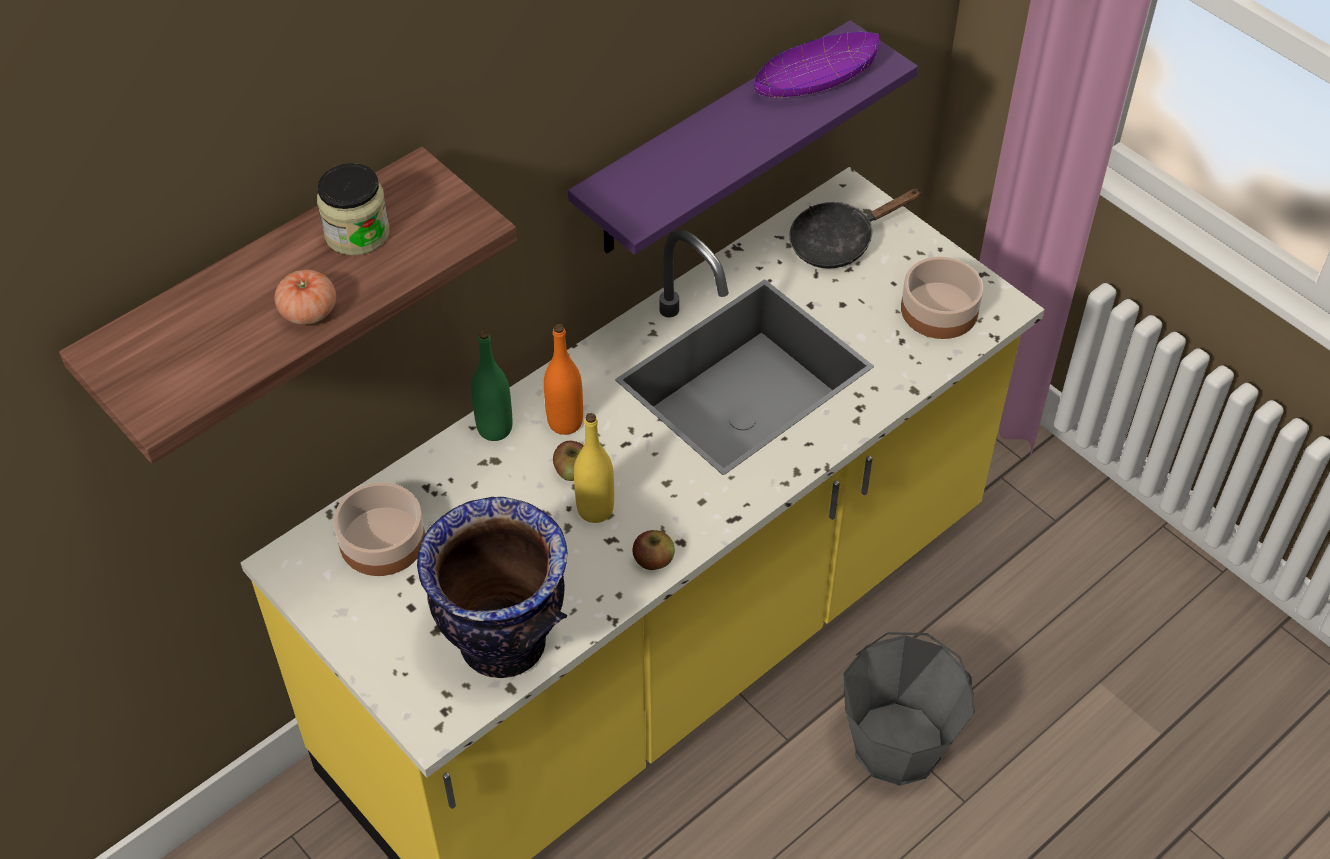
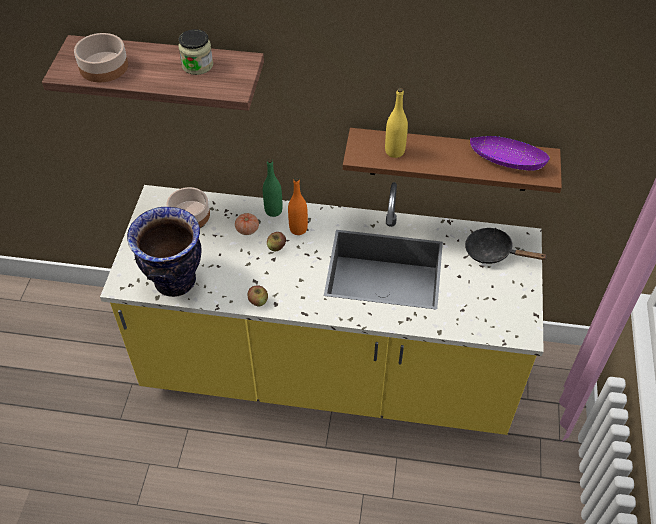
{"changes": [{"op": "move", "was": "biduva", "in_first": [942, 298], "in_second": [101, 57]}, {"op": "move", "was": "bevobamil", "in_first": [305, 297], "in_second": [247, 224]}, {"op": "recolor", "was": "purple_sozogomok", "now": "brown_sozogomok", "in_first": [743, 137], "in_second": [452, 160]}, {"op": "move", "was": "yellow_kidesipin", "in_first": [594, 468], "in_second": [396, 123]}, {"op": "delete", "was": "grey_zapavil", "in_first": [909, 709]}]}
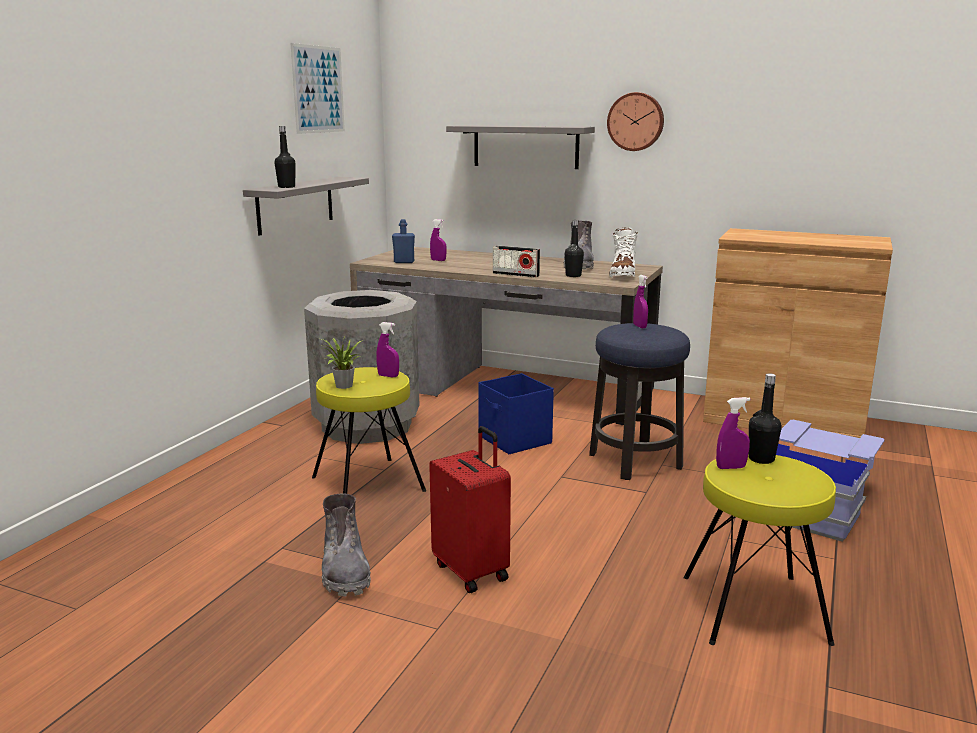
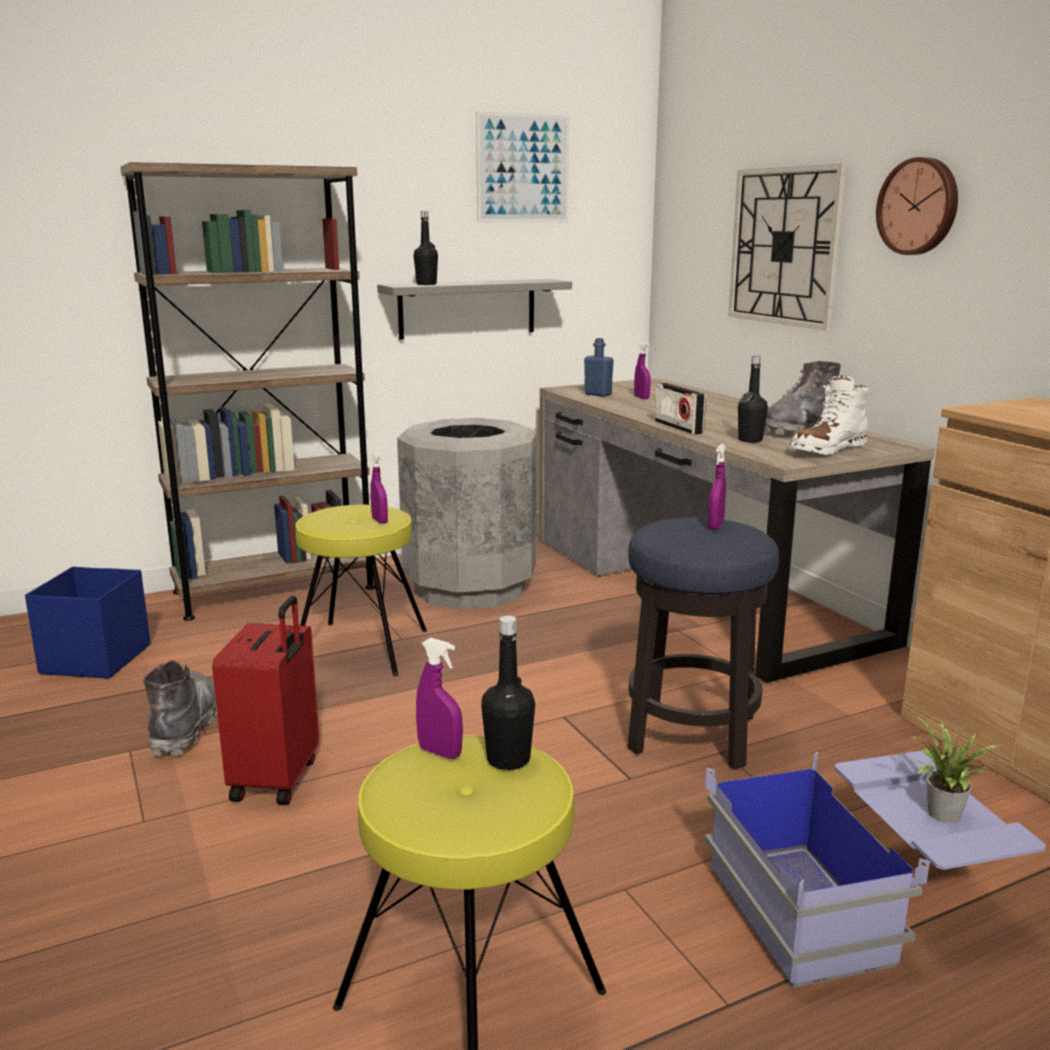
{"changes": [{"op": "move", "was": "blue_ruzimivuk", "in_first": [516, 413], "in_second": [87, 623]}, {"op": "insert", "now": "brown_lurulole", "in_second": [247, 391]}, {"op": "rotate", "was": "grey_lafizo", "in_first": [346, 545], "in_second": [180, 708], "clockwise": 150}, {"op": "replace", "was": "grey_sozogomok", "now": "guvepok", "in_first": [520, 147], "in_second": [787, 247]}, {"op": "move", "was": "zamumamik", "in_first": [342, 363], "in_second": [955, 769]}]}
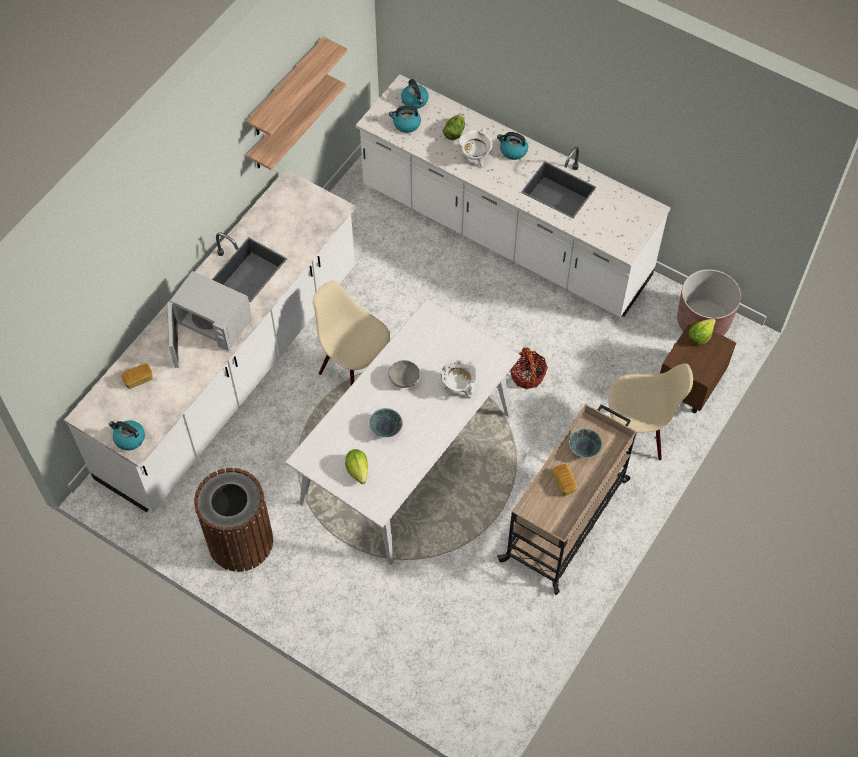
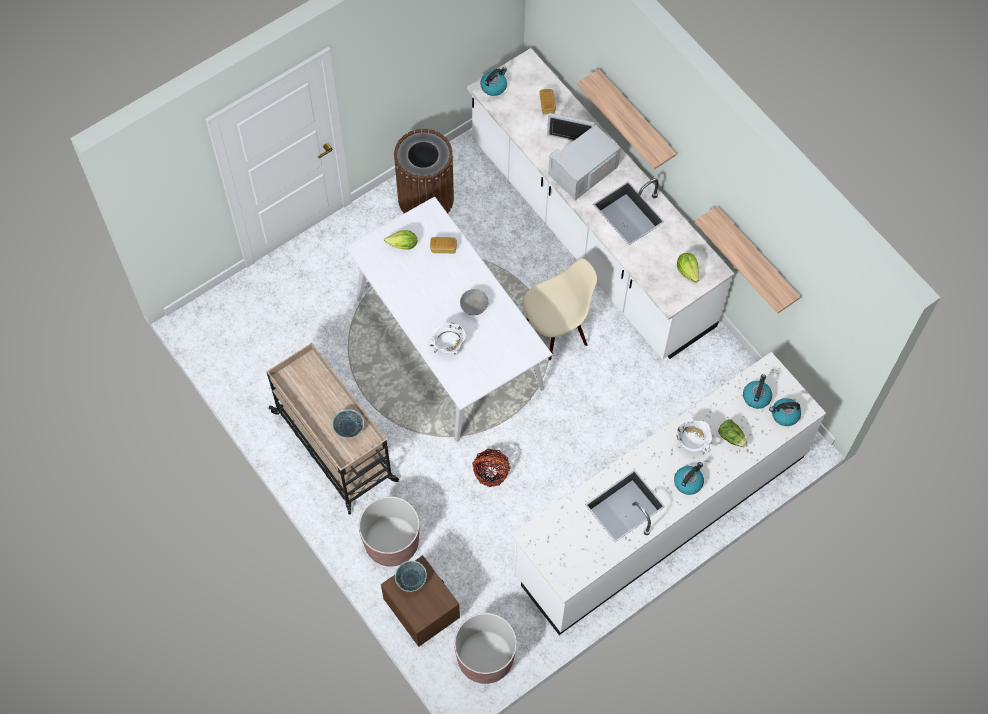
{"changes": [{"op": "replace", "was": "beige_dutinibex", "now": "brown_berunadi", "in_first": [651, 412], "in_second": [389, 531]}, {"op": "move", "was": "biduva", "in_first": [385, 423], "in_second": [411, 576]}, {"op": "move", "was": "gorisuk", "in_first": [565, 480], "in_second": [443, 245]}, {"op": "move", "was": "sozogomok", "in_first": [296, 86], "in_second": [627, 119]}, {"op": "move", "was": "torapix", "in_first": [702, 331], "in_second": [688, 268]}]}
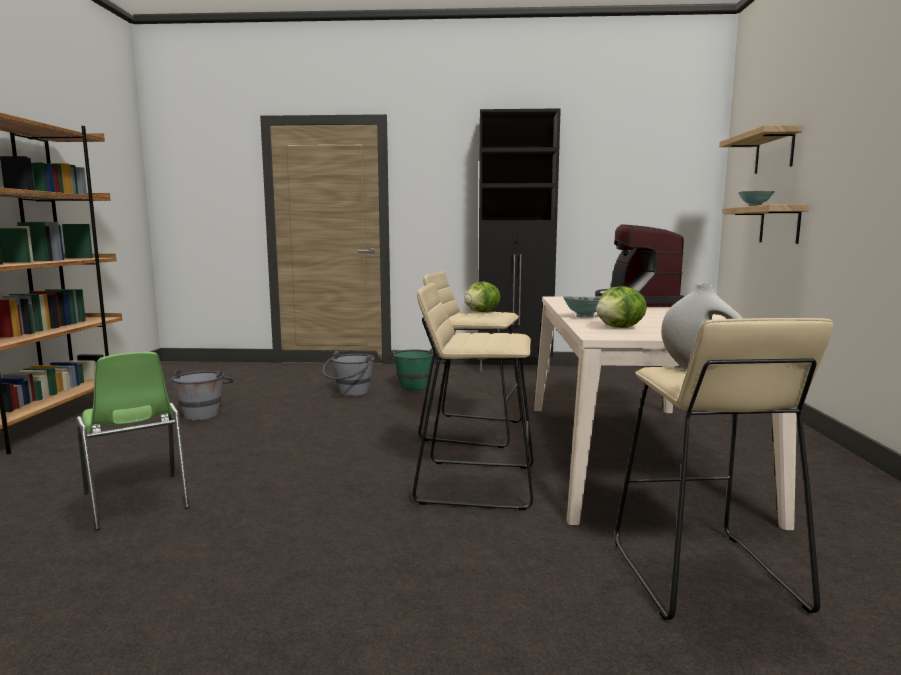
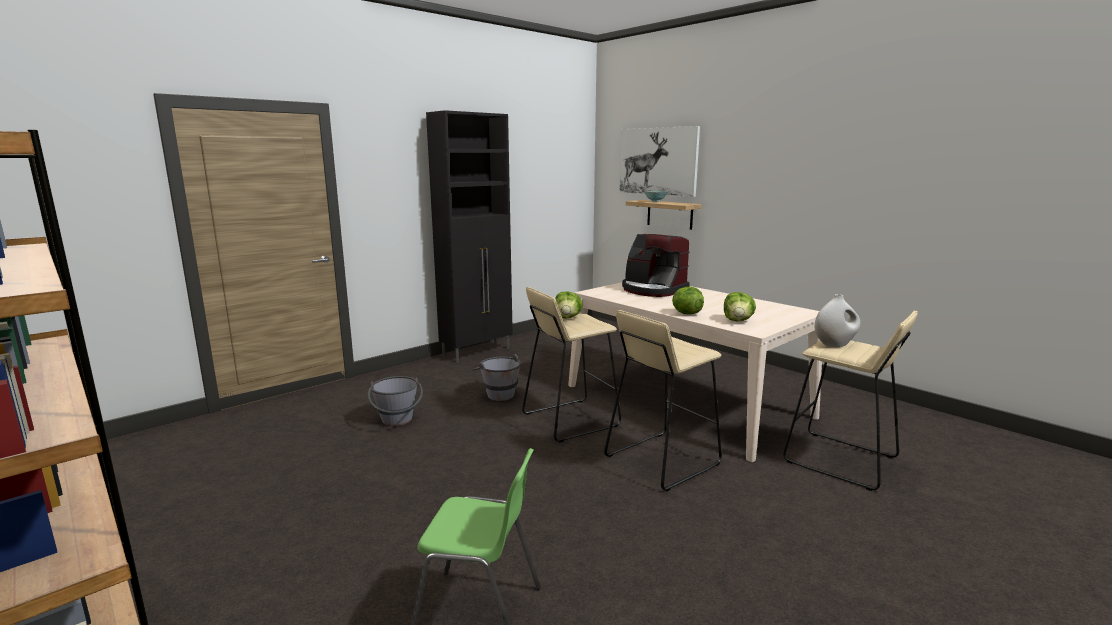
{"changes": [{"op": "move", "was": "grey_zapavil", "in_first": [202, 395], "in_second": [496, 377]}, {"op": "replace", "was": "sozogomok", "now": "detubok", "in_first": [761, 149], "in_second": [659, 161]}, {"op": "replace", "was": "biduva", "now": "torapix", "in_first": [582, 307], "in_second": [688, 300]}, {"op": "delete", "was": "green_zapavil", "in_first": [411, 369]}]}
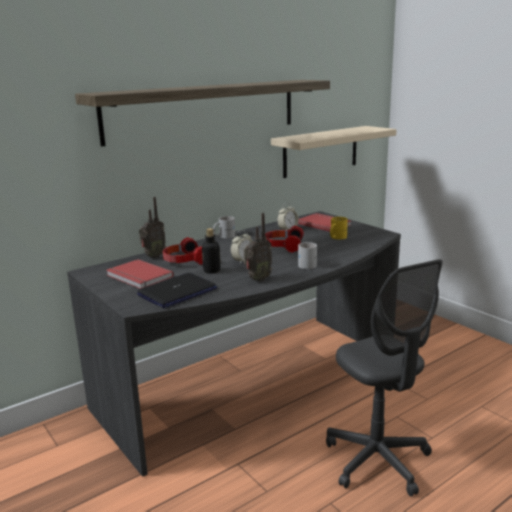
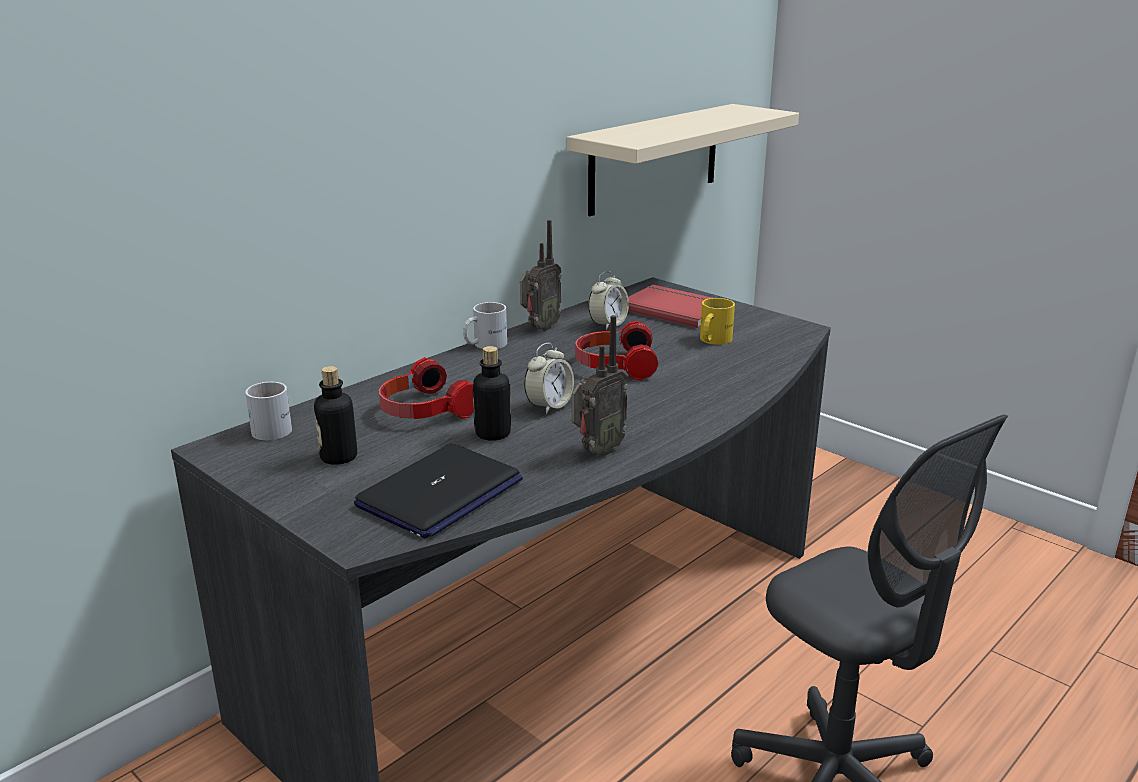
{"changes": [{"op": "move", "was": "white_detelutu", "in_first": [307, 255], "in_second": [268, 411]}, {"op": "replace", "was": "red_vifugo", "now": "kidesipin", "in_first": [140, 274], "in_second": [335, 415]}, {"op": "move", "was": "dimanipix", "in_first": [152, 227], "in_second": [541, 275]}, {"op": "delete", "was": "sozogomok", "in_first": [202, 113]}]}
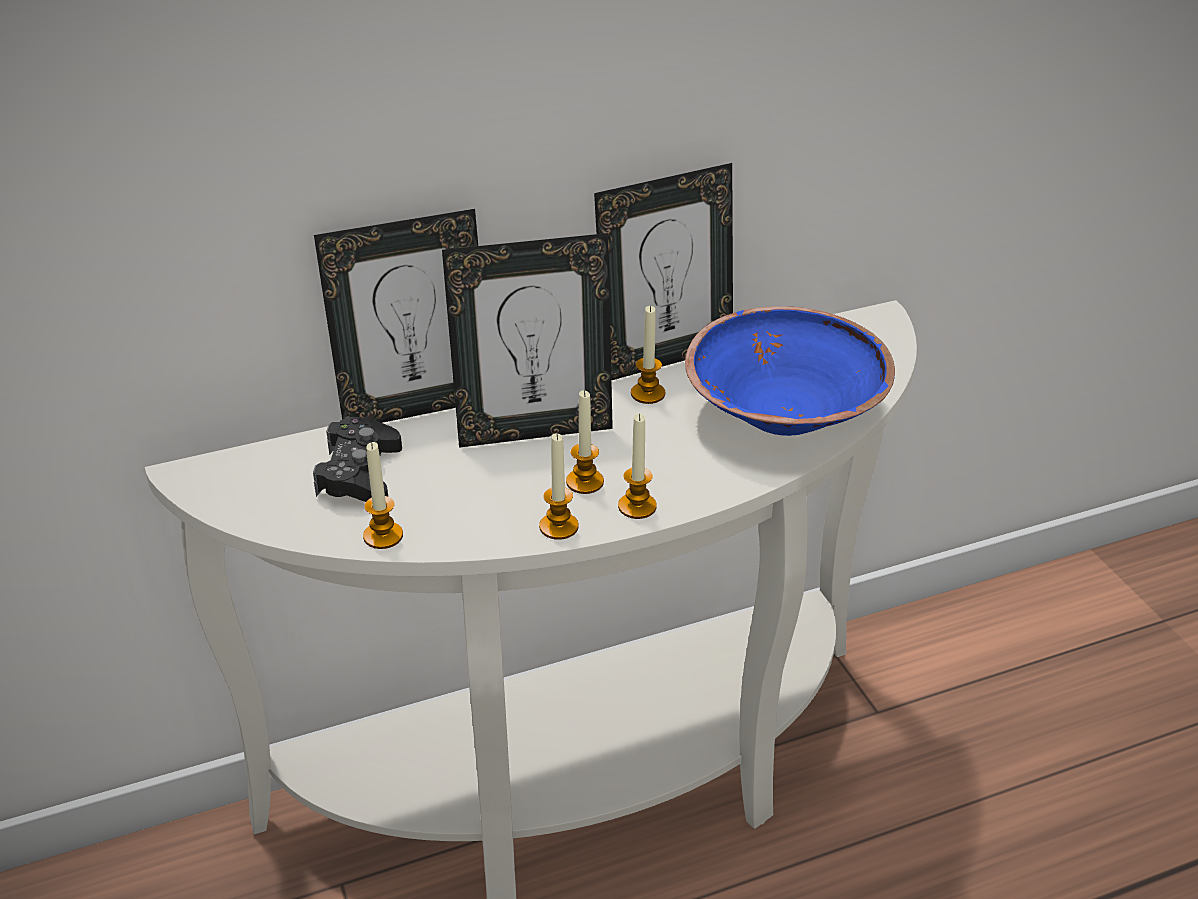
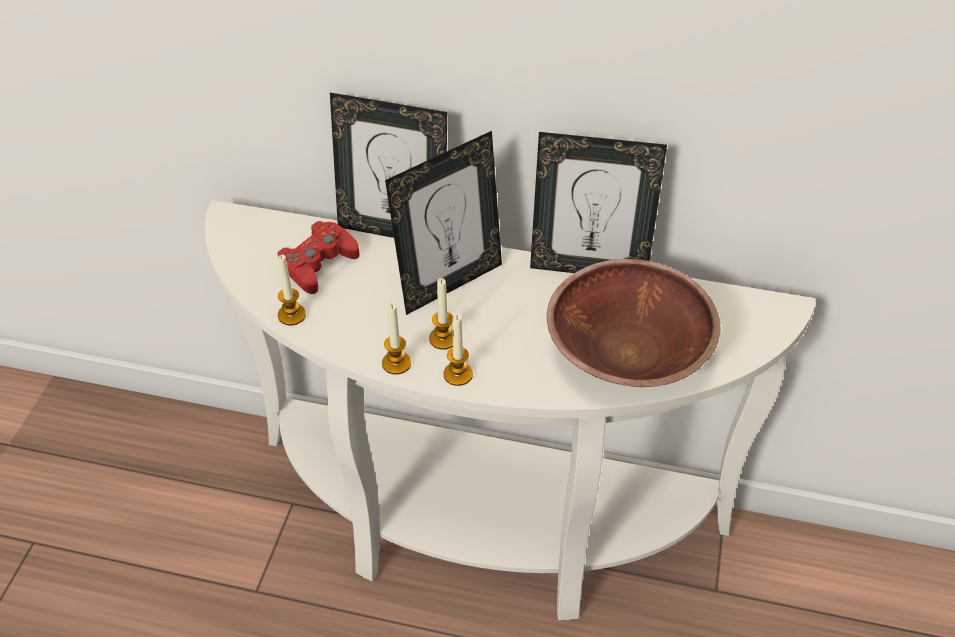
{"changes": [{"op": "recolor", "was": "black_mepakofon", "now": "red_mepakofon", "in_first": [357, 459], "in_second": [318, 257]}, {"op": "rotate", "was": "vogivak", "in_first": [527, 340], "in_second": [443, 223], "clockwise": -60}, {"op": "recolor", "was": "blue_biduva", "now": "brown_biduva", "in_first": [790, 371], "in_second": [633, 323]}, {"op": "delete", "was": "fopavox", "in_first": [648, 354]}]}
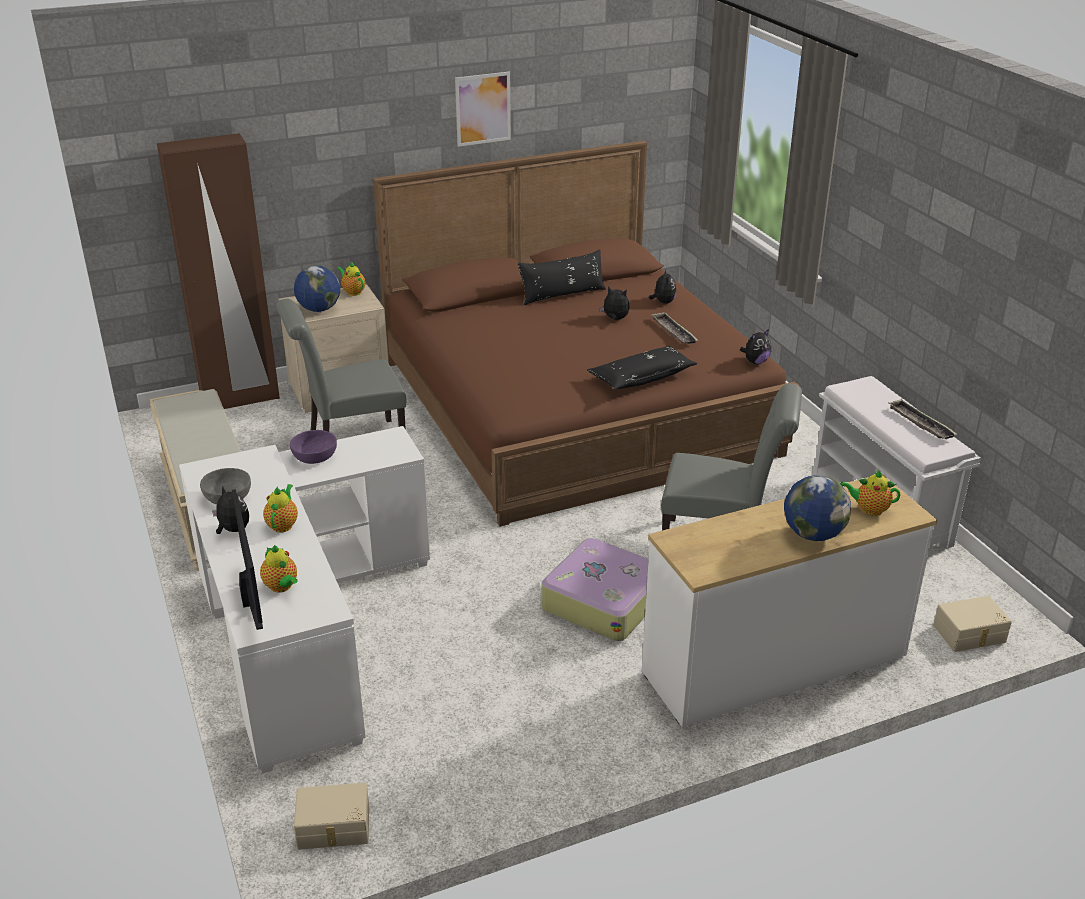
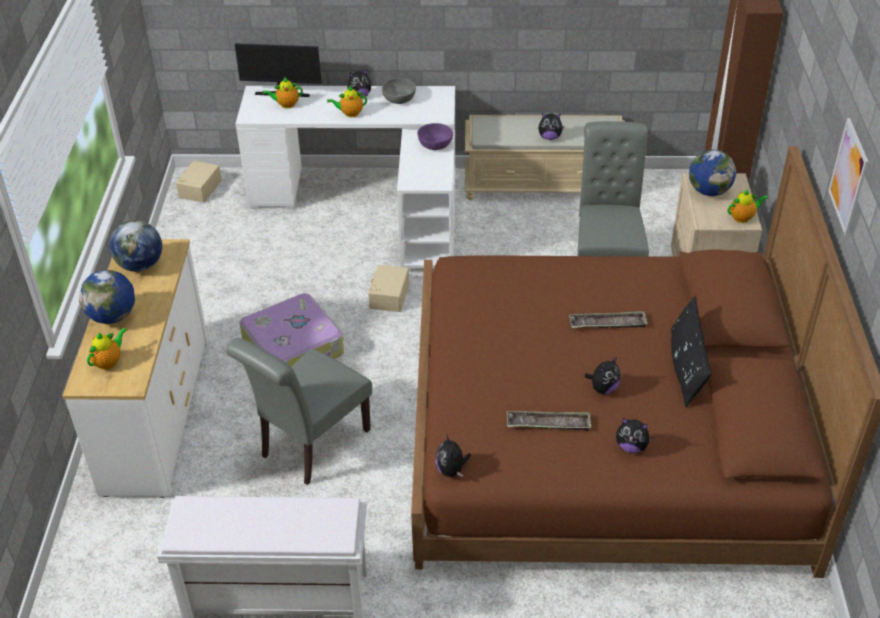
{"changes": [{"op": "insert", "now": "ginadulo", "in_second": [135, 246]}, {"op": "rotate", "was": "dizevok", "in_first": [280, 508], "in_second": [347, 101], "clockwise": 135}, {"op": "move", "was": "beige_ruzimivuk", "in_first": [972, 624], "in_second": [388, 288]}, {"op": "insert", "now": "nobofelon", "in_second": [551, 126]}, {"op": "move", "was": "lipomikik", "in_first": [922, 419], "in_second": [608, 319]}, {"op": "delete", "was": "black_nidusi", "in_first": [642, 368]}]}
